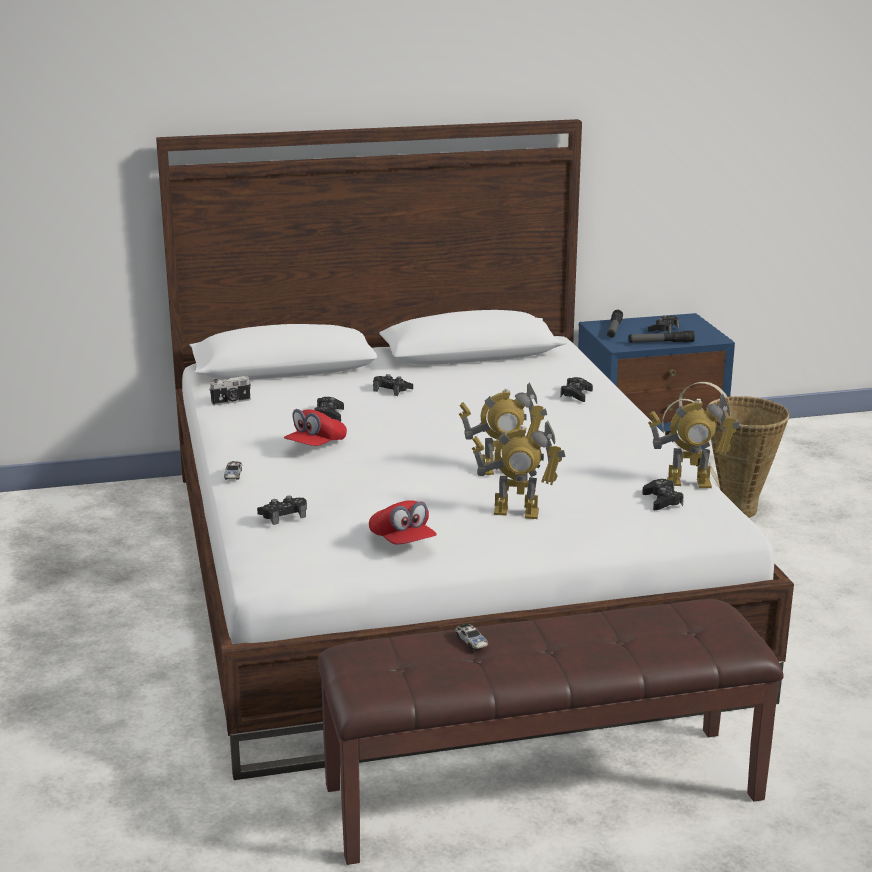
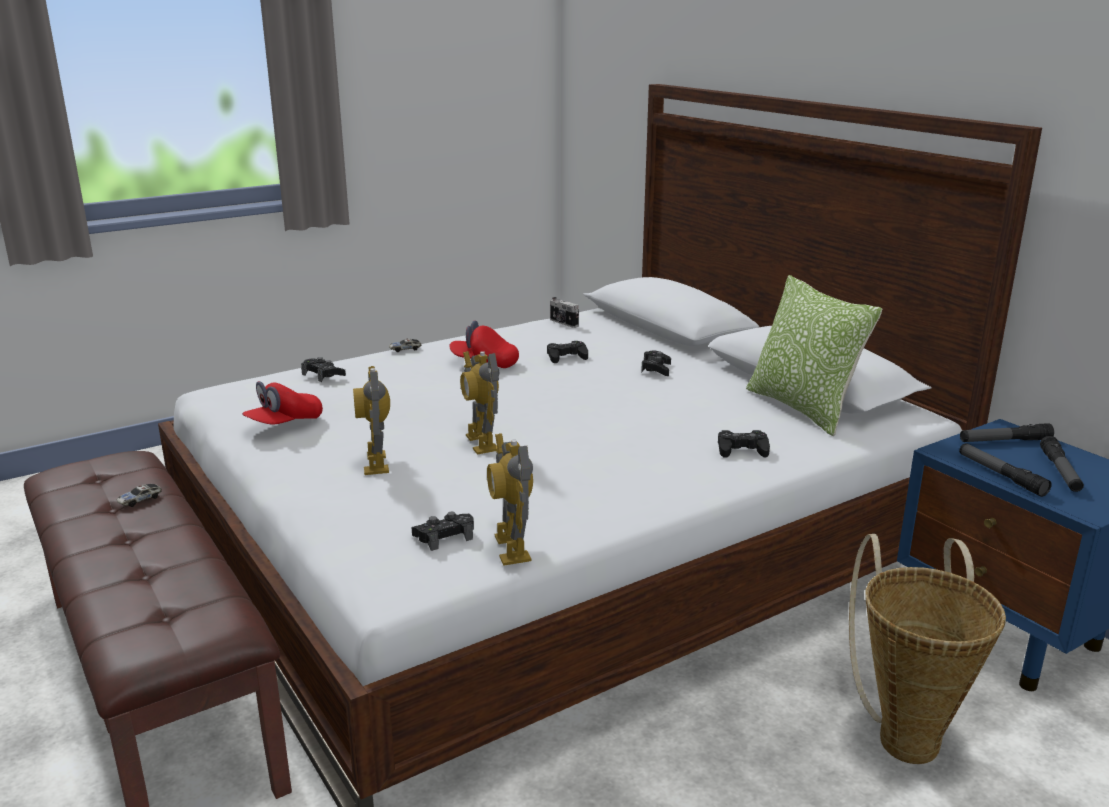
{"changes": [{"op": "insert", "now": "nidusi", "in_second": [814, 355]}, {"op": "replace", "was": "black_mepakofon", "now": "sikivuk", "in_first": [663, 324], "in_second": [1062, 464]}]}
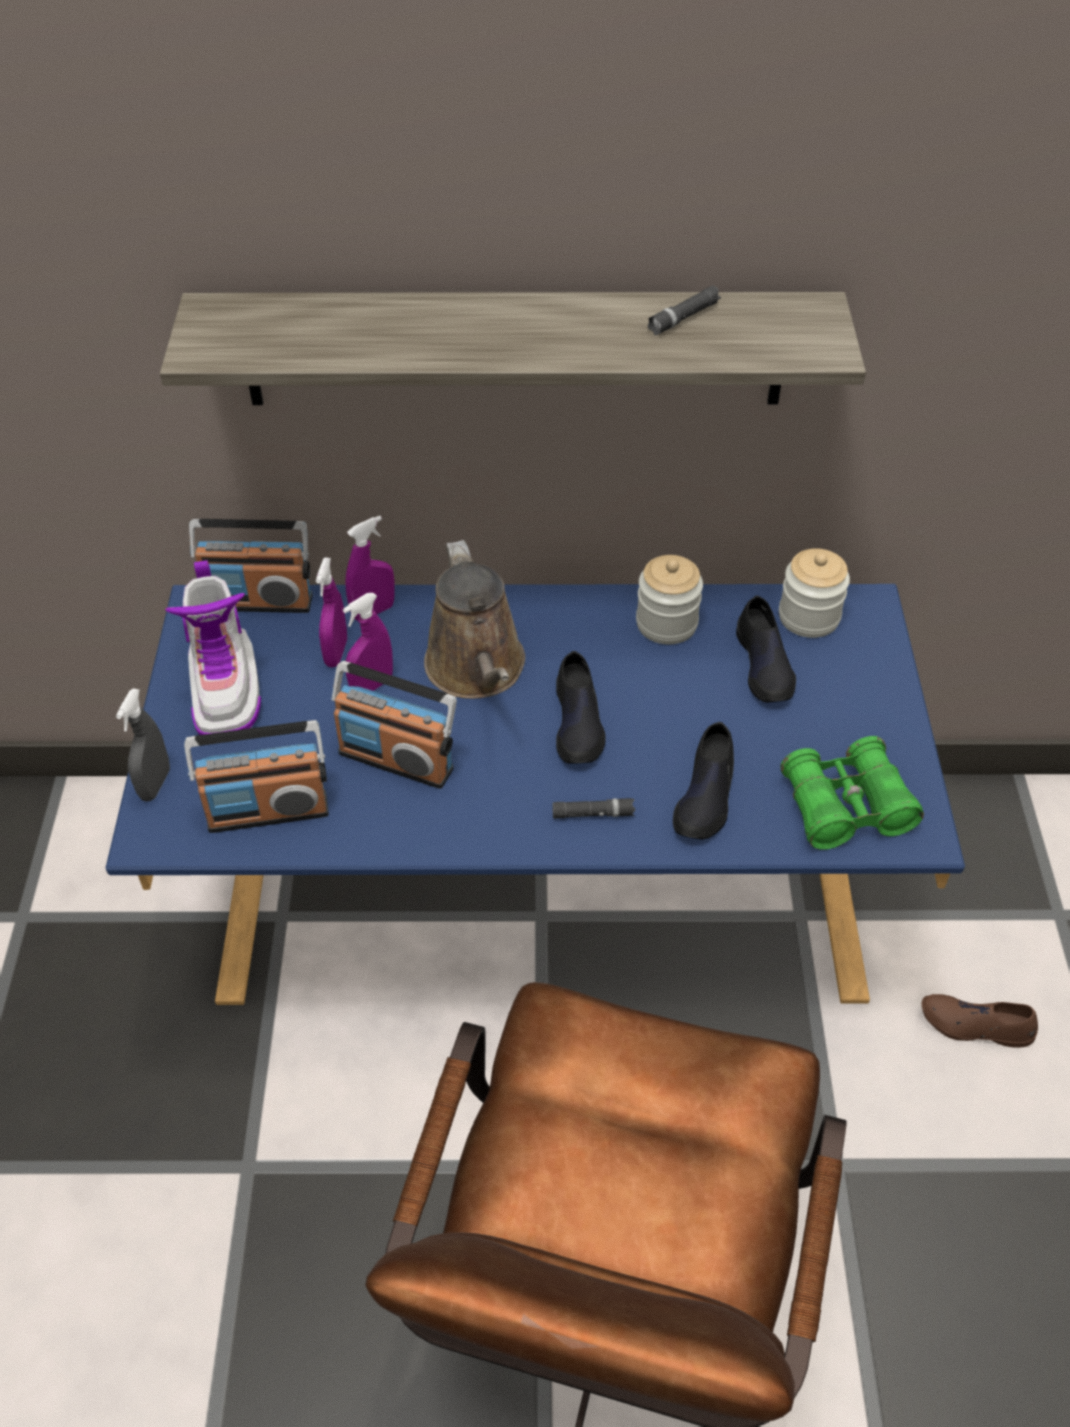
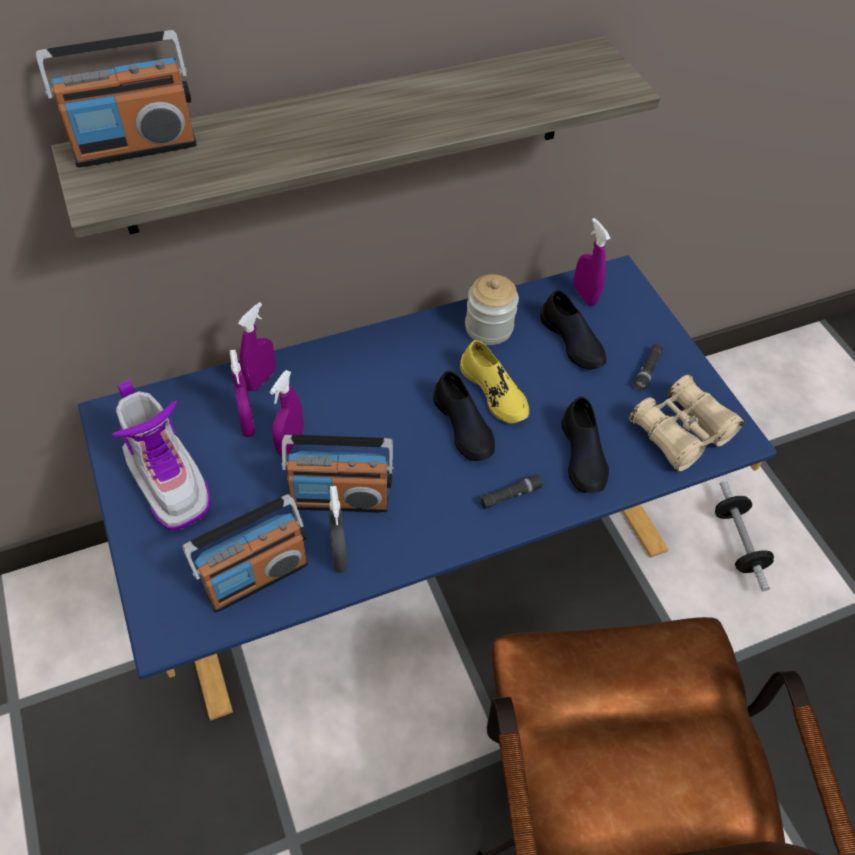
{"changes": [{"op": "move", "was": "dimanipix", "in_first": [250, 566], "in_second": [116, 99]}, {"op": "move", "was": "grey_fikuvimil", "in_first": [143, 745], "in_second": [338, 529]}, {"op": "insert", "now": "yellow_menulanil", "in_second": [494, 382]}, {"op": "replace", "was": "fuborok", "now": "purple_fikuvimil", "in_first": [814, 593], "in_second": [592, 262]}, {"op": "recolor", "was": "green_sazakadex", "now": "beige_sazakadex", "in_first": [852, 793], "in_second": [686, 423]}, {"op": "move", "was": "black_sikivuk", "in_first": [684, 310], "in_second": [648, 367]}, {"op": "replace", "was": "brown_menulanil", "now": "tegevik", "in_first": [979, 1020], "in_second": [744, 536]}, {"op": "delete", "was": "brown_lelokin", "in_first": [474, 619]}]}
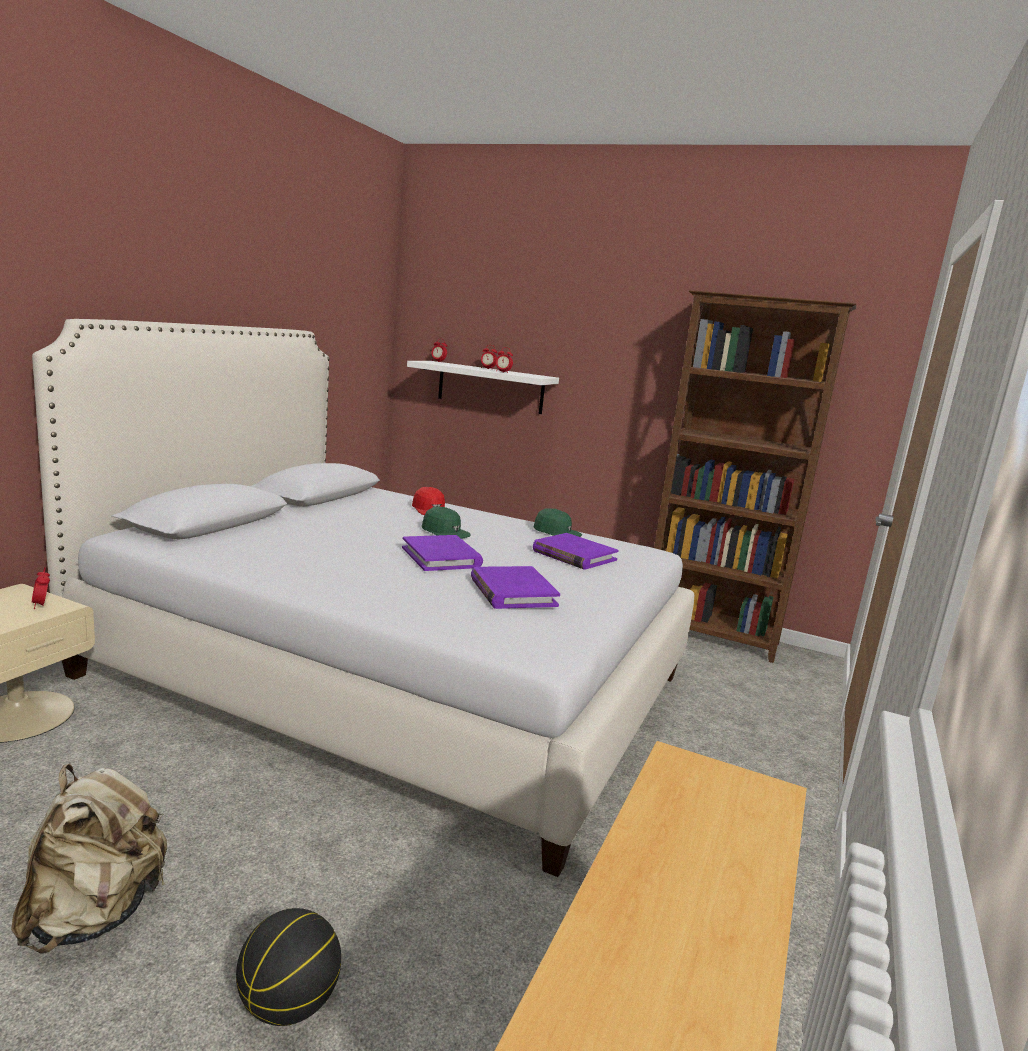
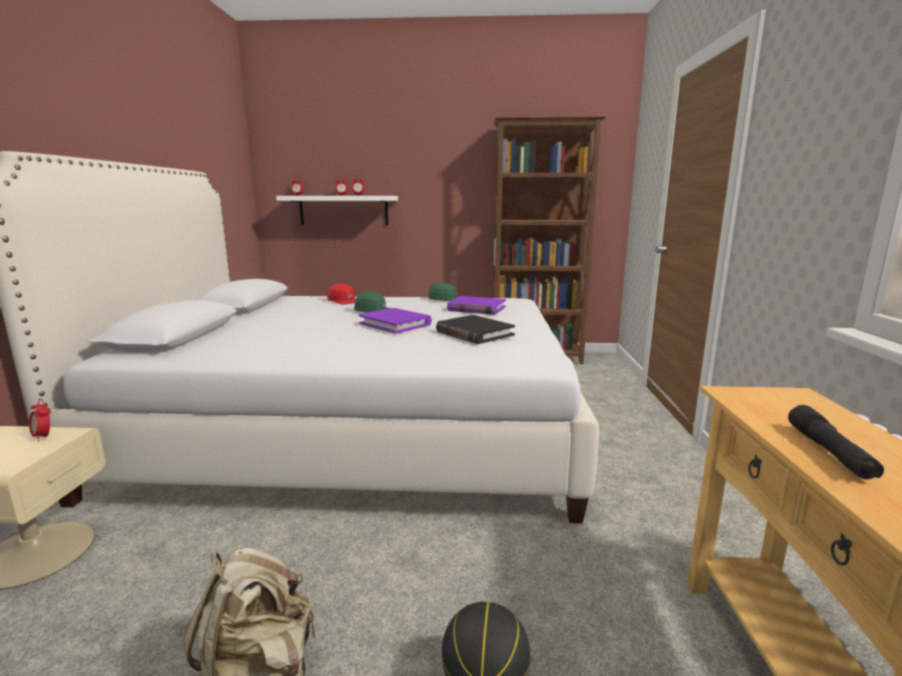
{"changes": [{"op": "recolor", "was": "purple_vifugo", "now": "black_vifugo", "in_first": [515, 587], "in_second": [475, 329]}, {"op": "insert", "now": "black_sikivuk", "in_second": [836, 442]}]}
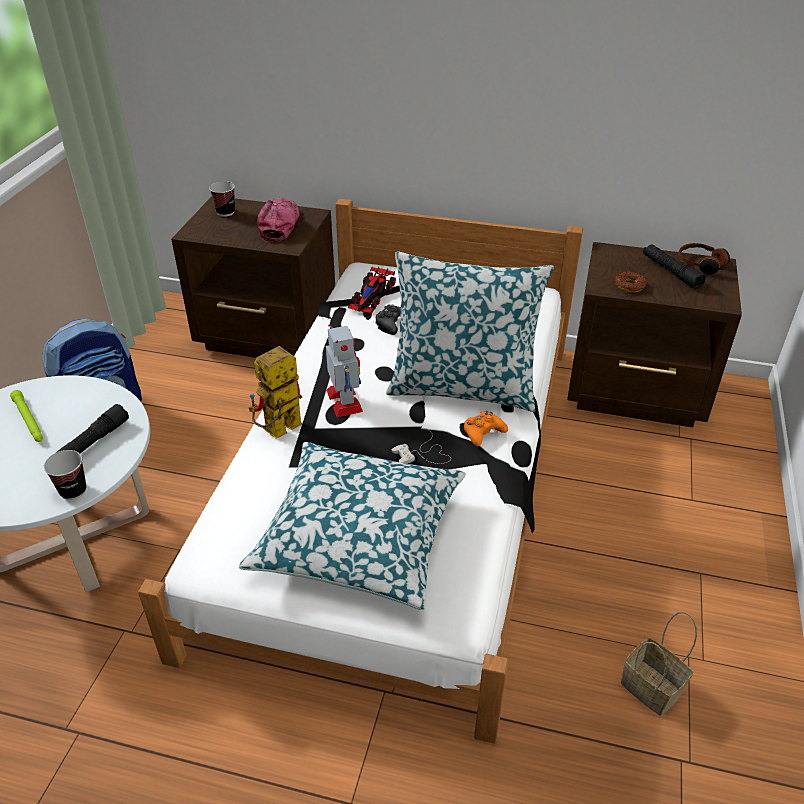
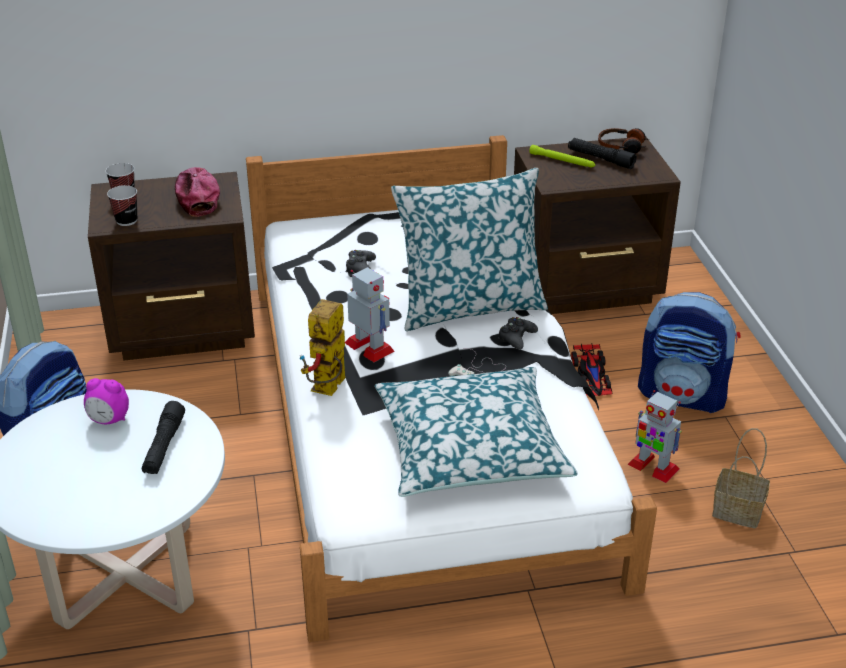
{"changes": [{"op": "insert", "now": "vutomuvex", "in_second": [106, 401]}, {"op": "move", "was": "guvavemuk", "in_first": [65, 475], "in_second": [122, 205]}, {"op": "recolor", "was": "orange_mepakofon", "now": "black_mepakofon", "in_first": [486, 428], "in_second": [518, 333]}, {"op": "move", "was": "green_sikivuk", "in_first": [26, 416], "in_second": [562, 156]}, {"op": "move", "was": "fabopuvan", "in_first": [372, 289], "in_second": [591, 369]}, {"op": "insert", "now": "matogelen", "in_second": [655, 436]}, {"op": "insert", "now": "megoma", "in_second": [689, 352]}, {"op": "delete", "was": "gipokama", "in_first": [631, 281]}]}
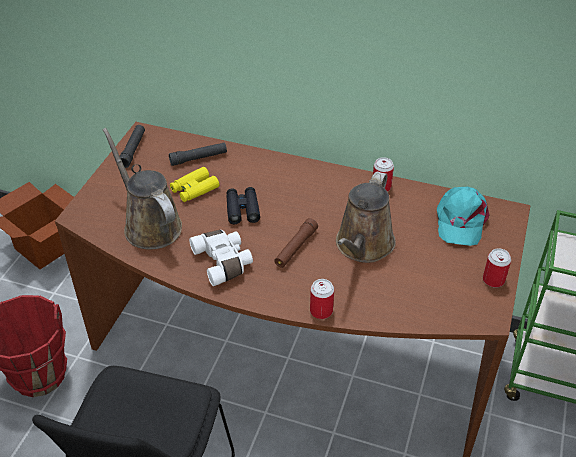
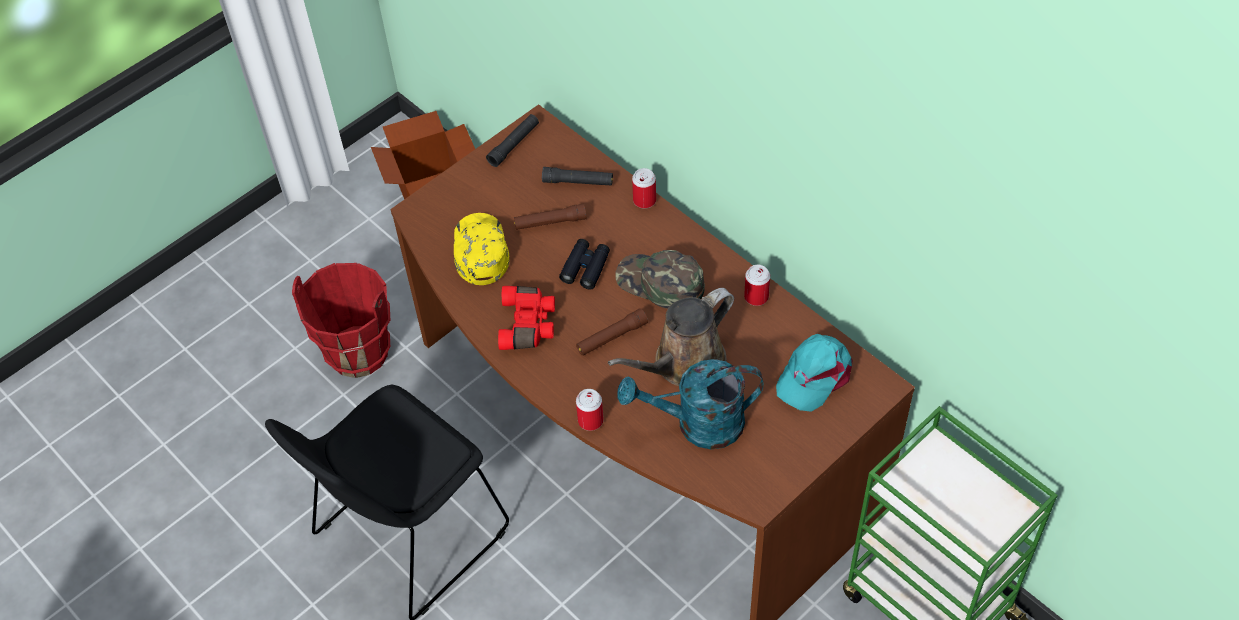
{"changes": [{"op": "replace", "was": "brown_lelokin", "now": "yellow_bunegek", "in_first": [142, 188], "in_second": [481, 249]}, {"op": "recolor", "was": "white_sazakadex", "now": "red_sazakadex", "in_first": [221, 258], "in_second": [526, 318]}, {"op": "replace", "was": "yellow_sazakadex", "now": "brown_sikivuk", "in_first": [194, 184], "in_second": [550, 217]}, {"op": "insert", "now": "green_bunegek", "in_second": [660, 279]}, {"op": "insert", "now": "turquoise_lelokin", "in_second": [690, 404]}, {"op": "move", "was": "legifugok", "in_first": [497, 268], "in_second": [644, 188]}]}
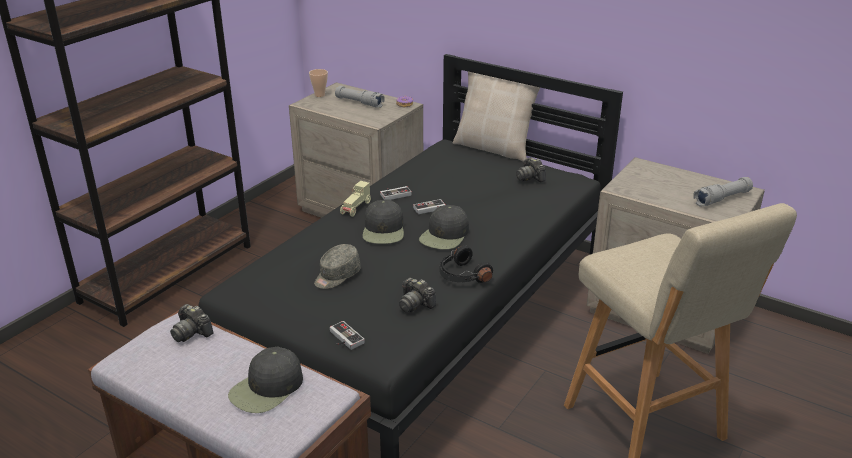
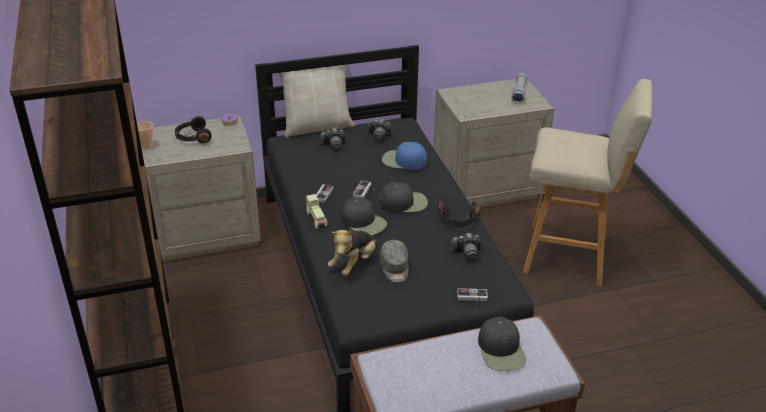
{"changes": [{"op": "replace", "was": "grey_sikivuk", "now": "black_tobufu", "in_first": [360, 97], "in_second": [193, 129]}, {"op": "move", "was": "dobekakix", "in_first": [192, 323], "in_second": [332, 139]}, {"op": "insert", "now": "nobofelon", "in_second": [352, 253]}, {"op": "rotate", "was": "black_bunegek", "in_first": [444, 227], "in_second": [403, 197], "clockwise": -75}, {"op": "insert", "now": "blue_bunegek", "in_second": [404, 156]}]}
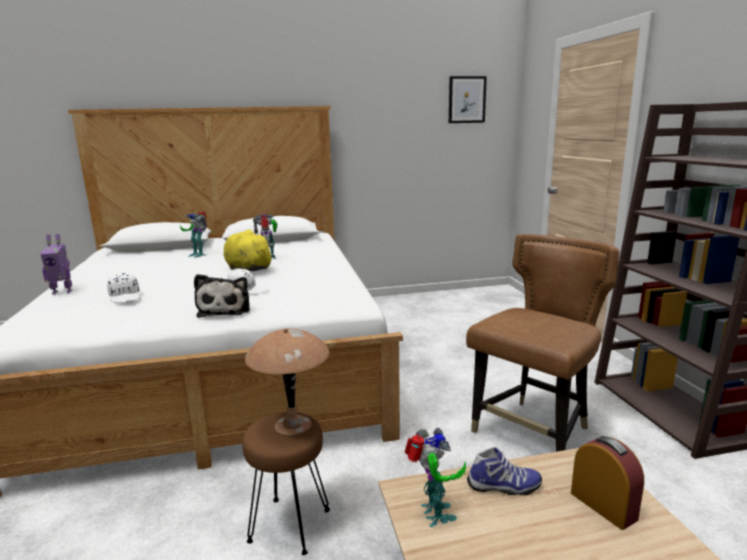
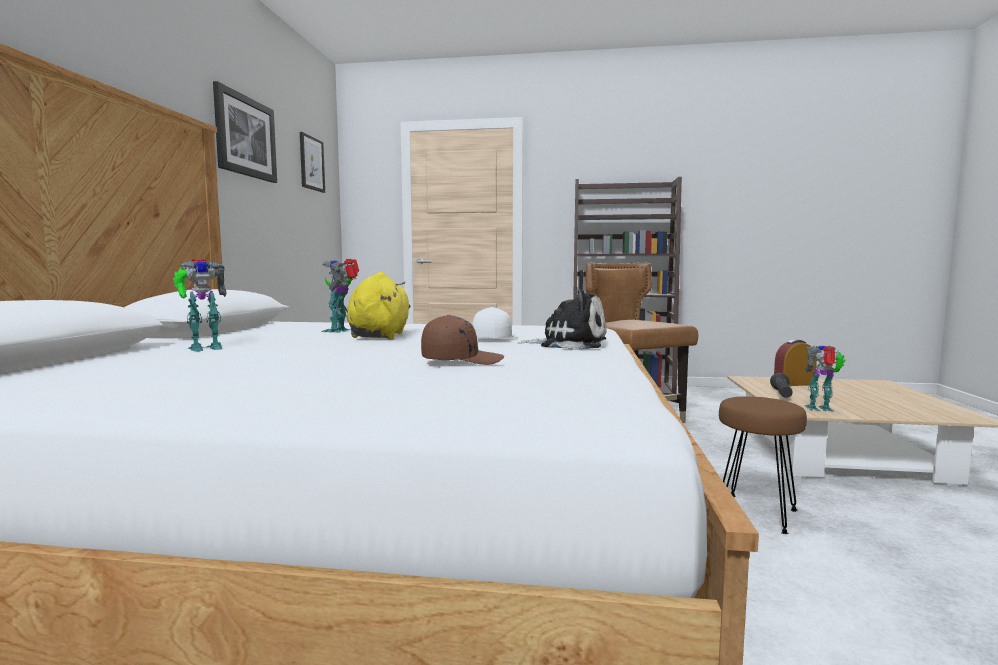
{"changes": [{"op": "insert", "now": "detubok", "in_second": [245, 132]}, {"op": "rotate", "was": "yellow_nobofelon", "in_first": [248, 250], "in_second": [379, 306], "clockwise": 120}, {"op": "recolor", "was": "white_bunegek", "now": "brown_bunegek", "in_first": [123, 287], "in_second": [462, 340]}, {"op": "replace", "was": "menulanil", "now": "black_sikivuk", "in_first": [504, 471], "in_second": [781, 385]}, {"op": "delete", "was": "matogelen", "in_first": [56, 264]}, {"op": "delete", "was": "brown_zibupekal", "in_first": [287, 382]}]}
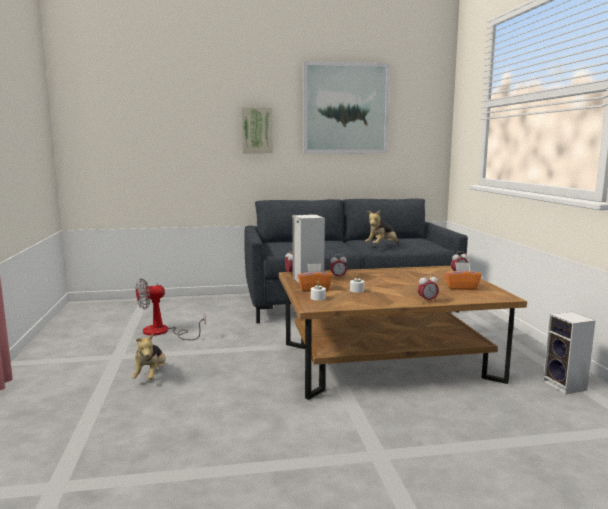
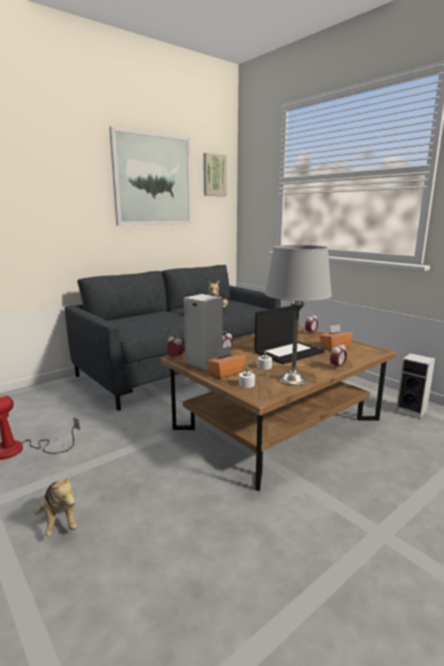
{"changes": [{"op": "move", "was": "detubok", "in_first": [257, 130], "in_second": [215, 174]}, {"op": "insert", "now": "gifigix", "in_second": [289, 335]}, {"op": "insert", "now": "grey_zibupekal", "in_second": [298, 315]}]}
